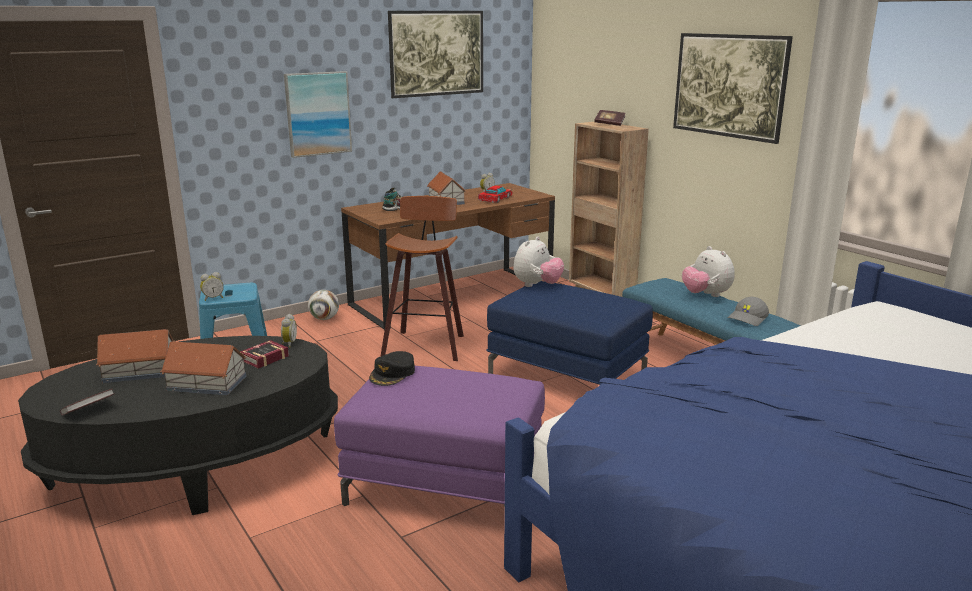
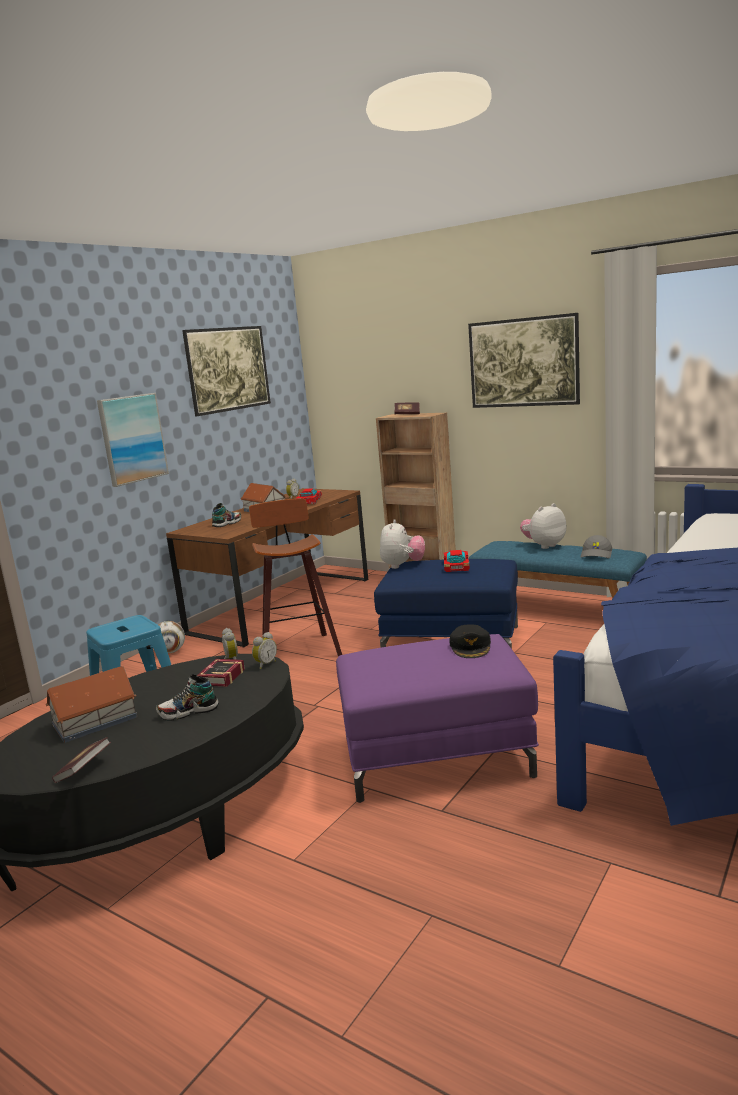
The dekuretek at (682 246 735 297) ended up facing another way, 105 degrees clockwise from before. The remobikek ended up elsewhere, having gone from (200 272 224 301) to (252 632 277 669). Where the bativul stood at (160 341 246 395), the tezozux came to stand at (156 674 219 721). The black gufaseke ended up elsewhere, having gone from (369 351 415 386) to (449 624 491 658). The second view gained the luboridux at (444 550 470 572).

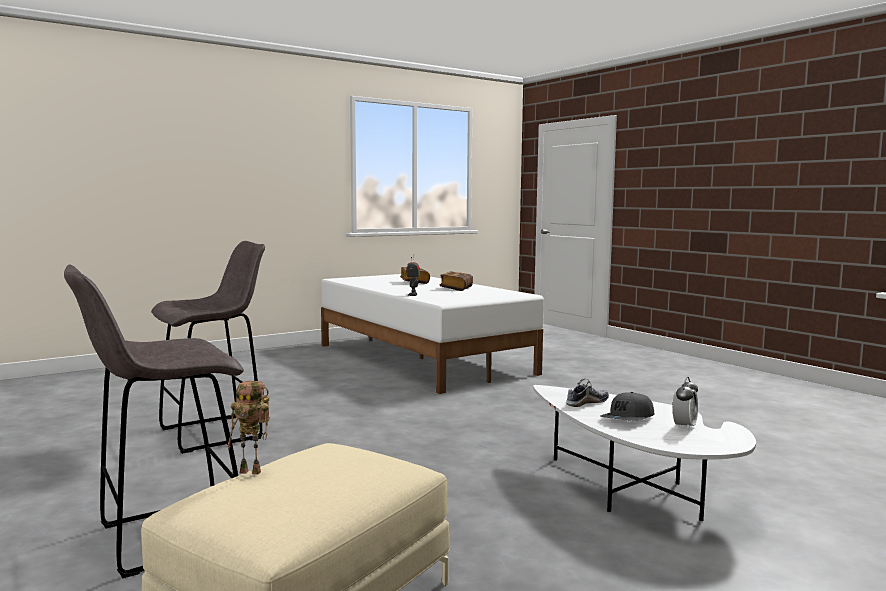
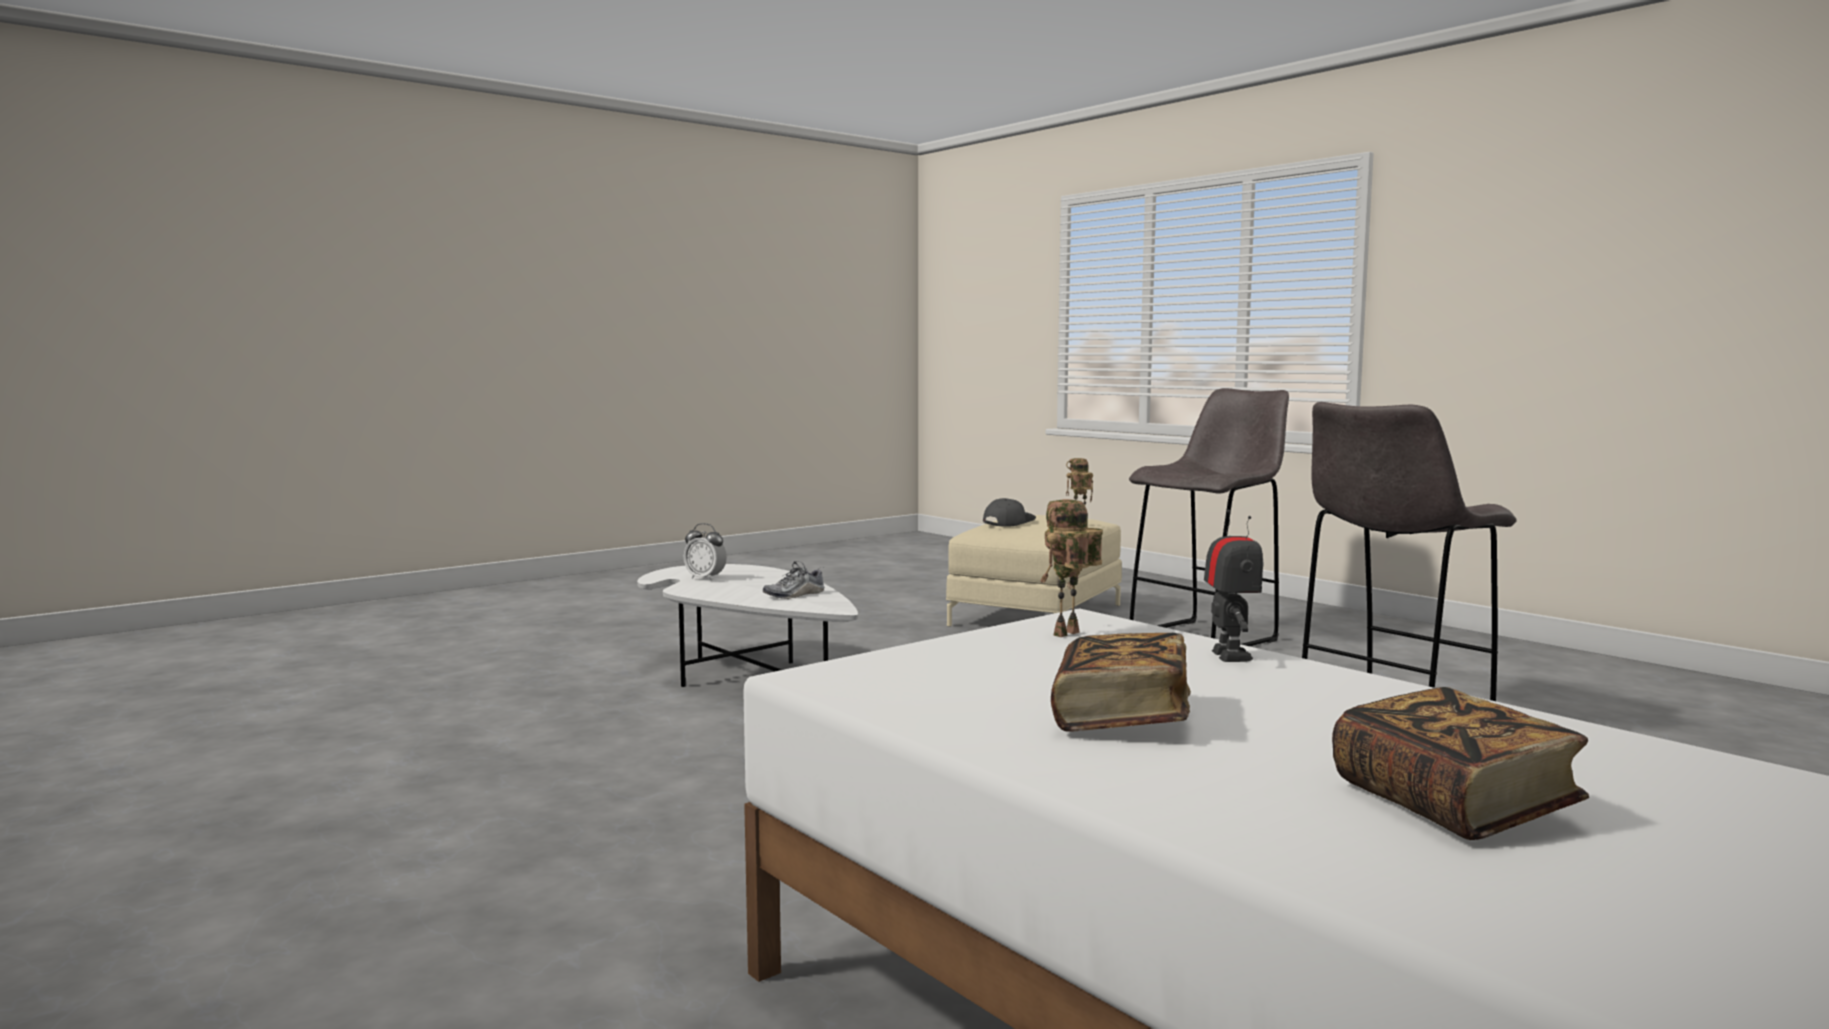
The remobikek at (673 377 698 431) ended up facing another way, 90 degrees counterclockwise from before. The grey gufaseke ended up elsewhere, having gone from (600 392 654 420) to (983 498 1036 527). The second view gained the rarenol at (1041 499 1103 637).

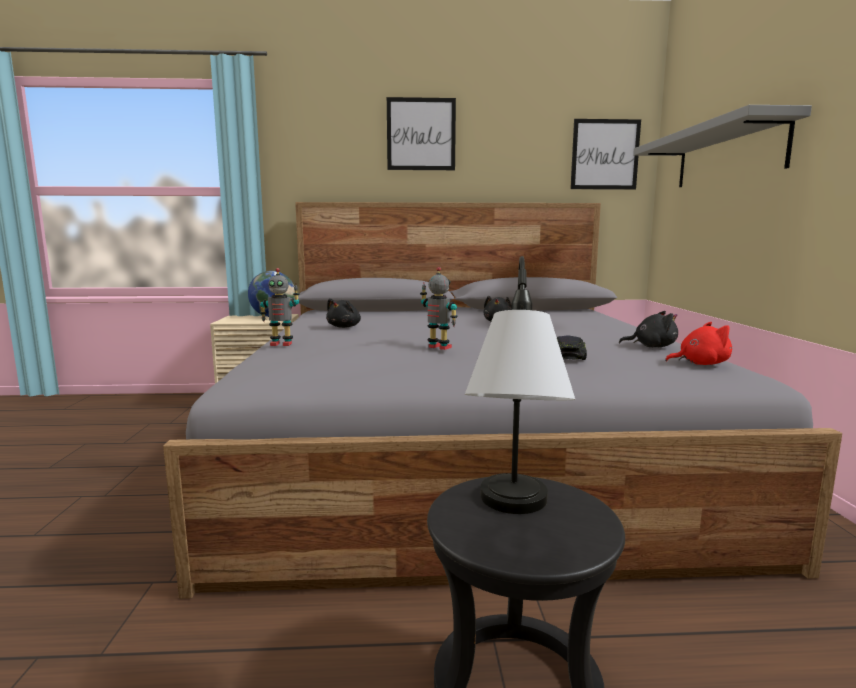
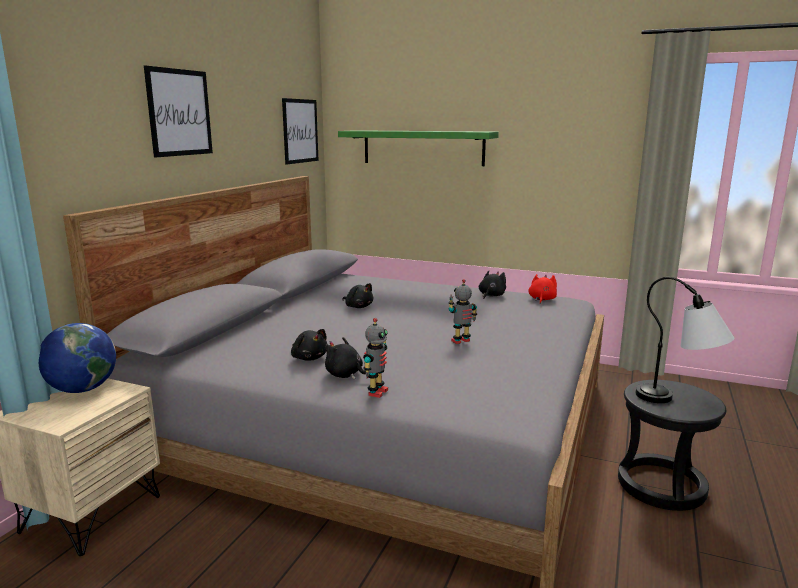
What was the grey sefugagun at (633 105 812 187) turned into the green sefugagun at (338 130 499 166). The second view lost the black luboridux at (557 336 587 360). The second view gained the black dekuretek at (325 337 366 379).

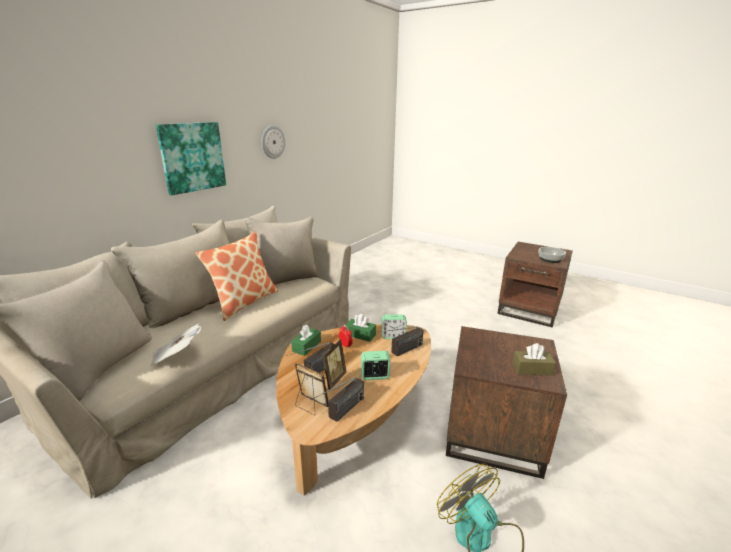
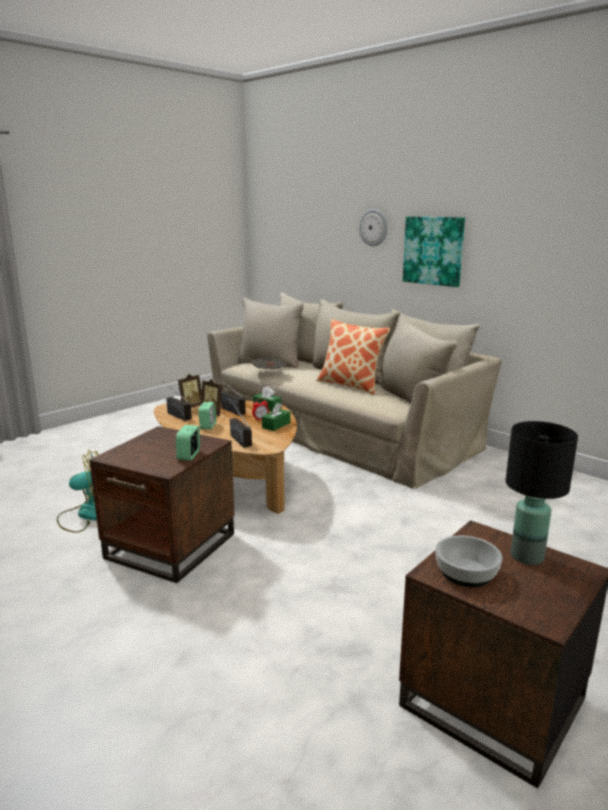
The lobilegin ended up elsewhere, having gone from (262 125 286 159) to (359 209 388 246). The remobikek ended up elsewhere, having gone from (382 314 407 339) to (176 425 200 461). The second view lost the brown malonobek at (512 343 556 376). The second view gained the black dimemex at (506 421 578 565).

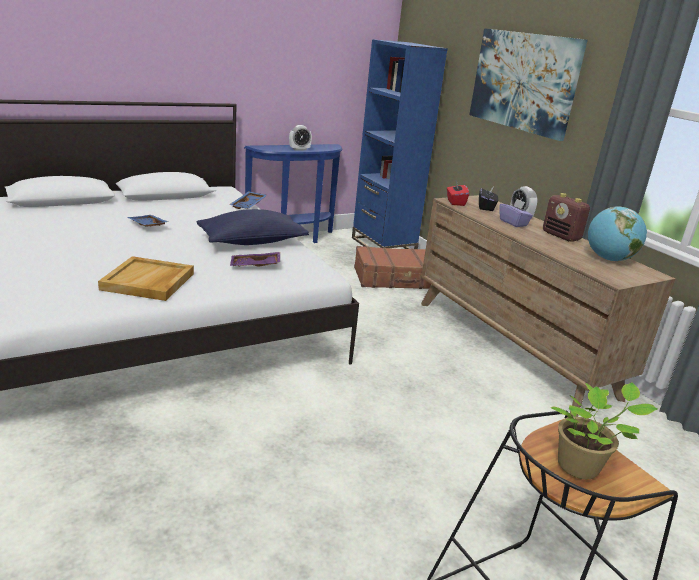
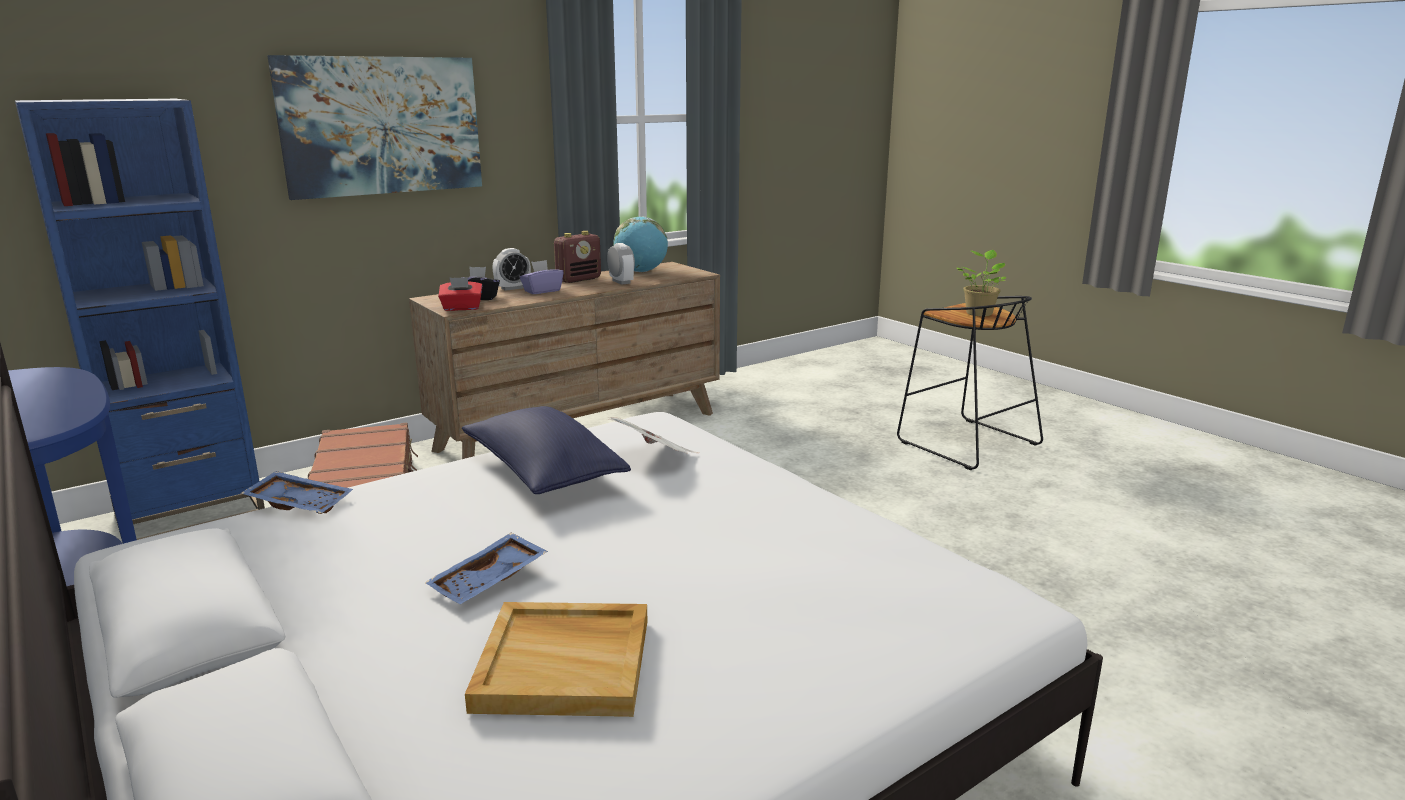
The remobikek ended up elsewhere, having gone from (289 125 312 151) to (607 243 635 285). Where the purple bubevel stood at (230 252 280 267), the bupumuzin came to stand at (607 417 699 453). The beige bubevel ended up elsewhere, having gone from (98 256 194 301) to (465 602 648 717).

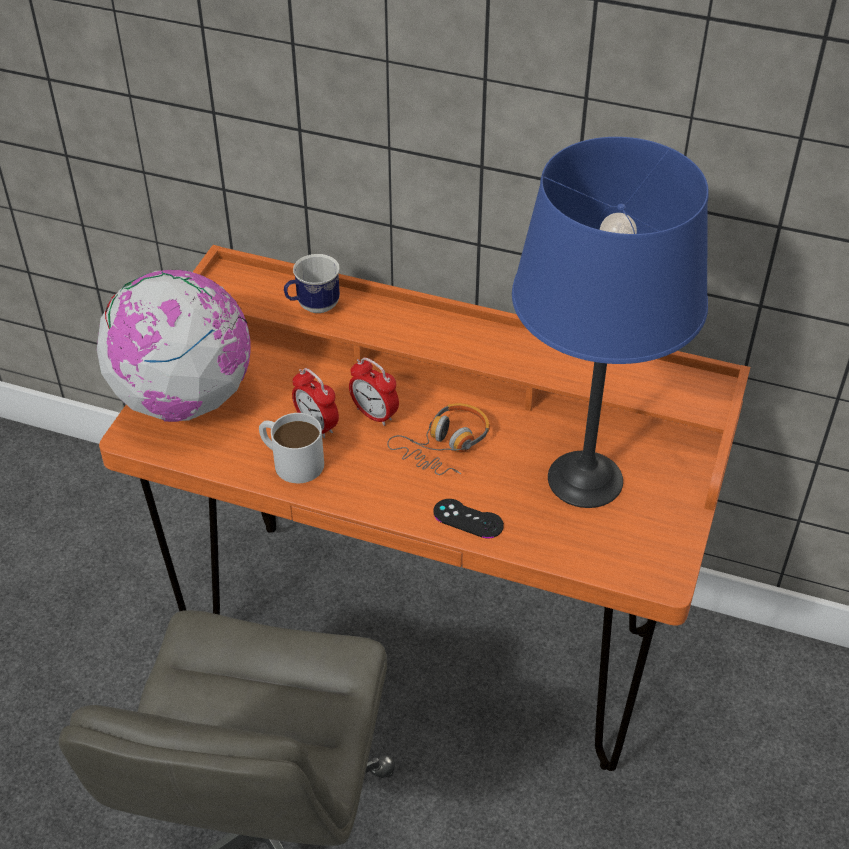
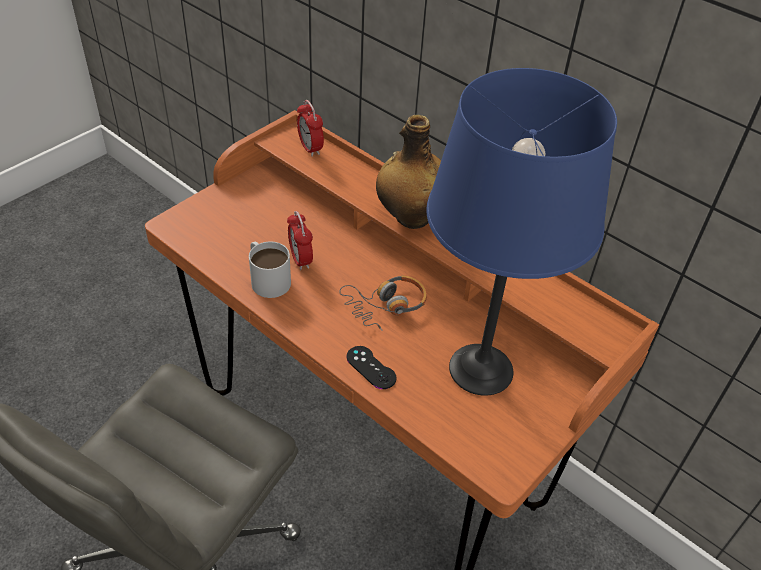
The second view lost the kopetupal at (284 254 340 313). The second view lost the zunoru at (97 269 251 422). The remobikek ended up elsewhere, having gone from (349 357 399 426) to (297 100 324 157). The second view gained the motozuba at (376 115 441 229).

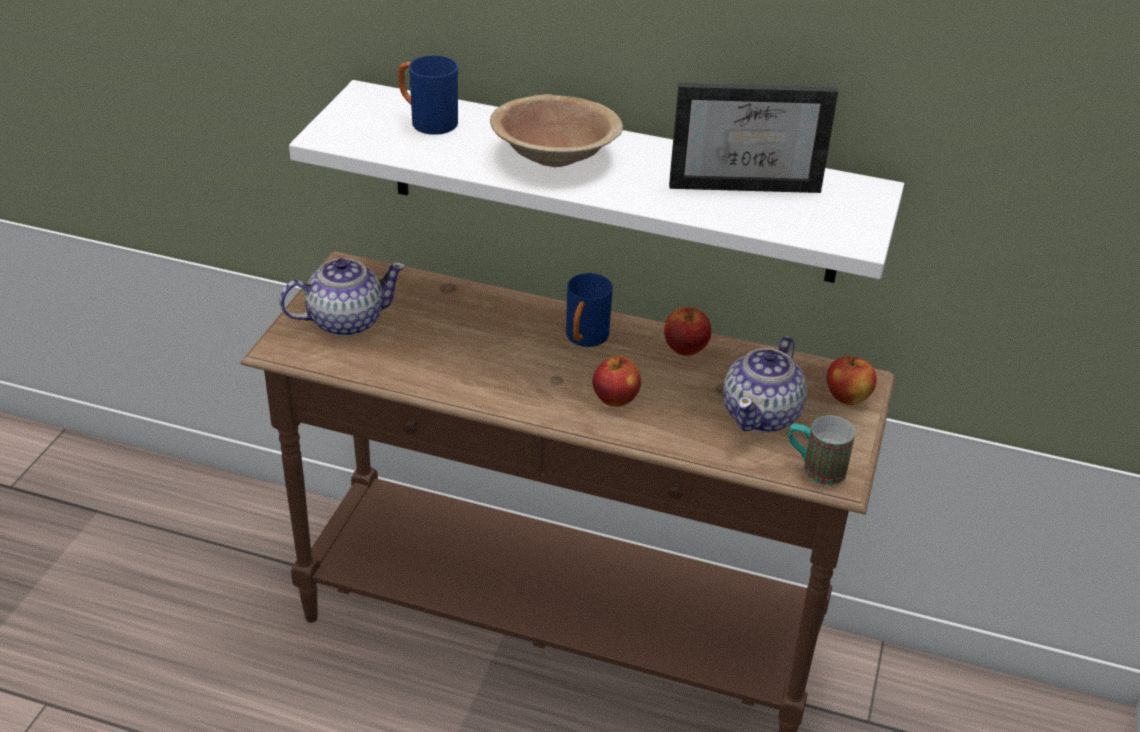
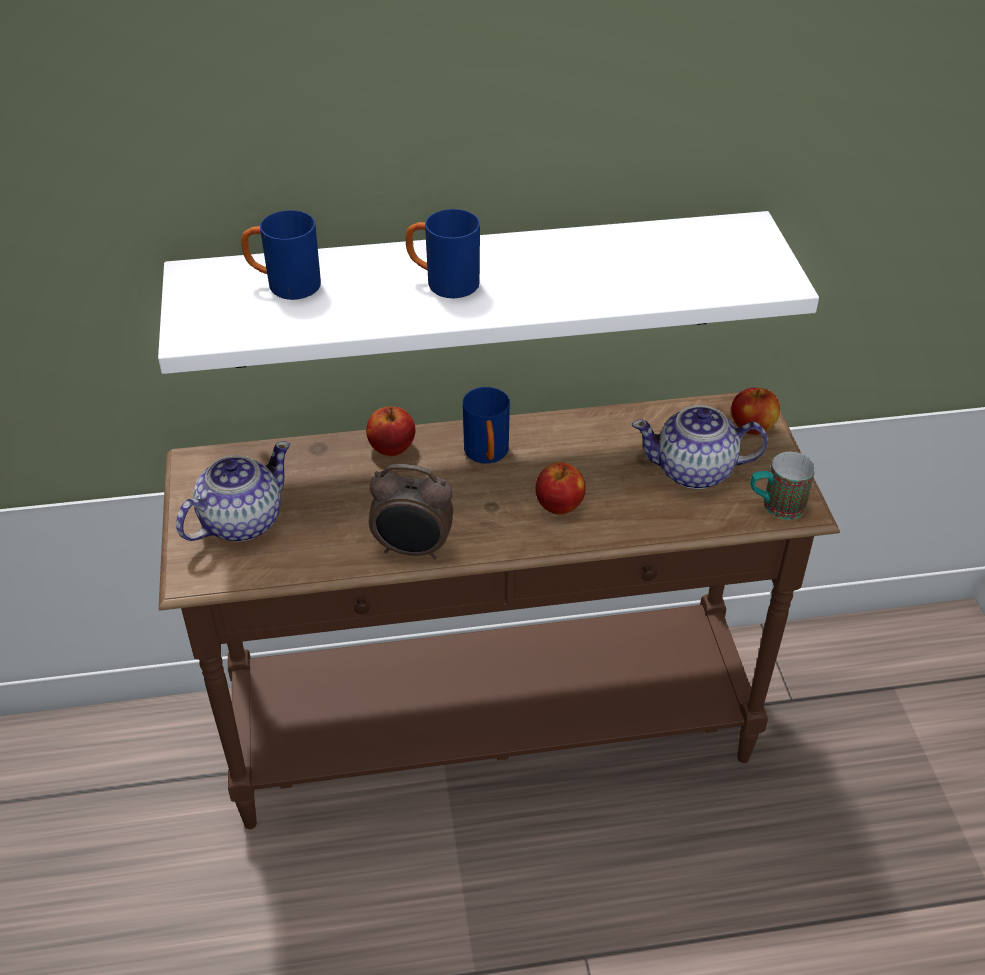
The second view lost the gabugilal at (669 83 838 193). Where the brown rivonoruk stood at (490 94 623 167), the blue kopetupal came to stand at (405 209 480 298). The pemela ended up elsewhere, having gone from (664 307 711 356) to (366 406 415 456). The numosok at (723 336 807 433) ended up facing another way, 90 degrees clockwise from before. The second view gained the remobikek at (369 464 453 559).

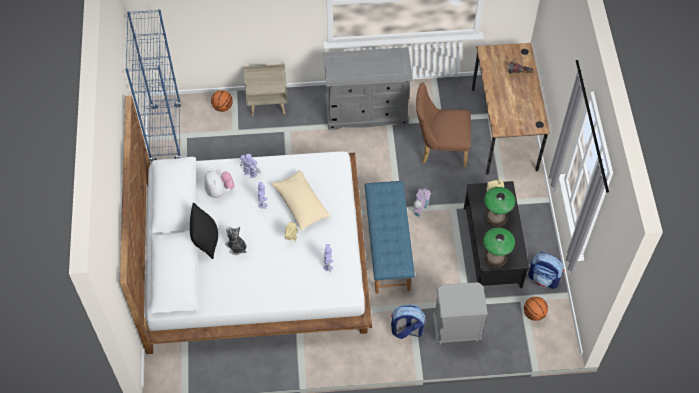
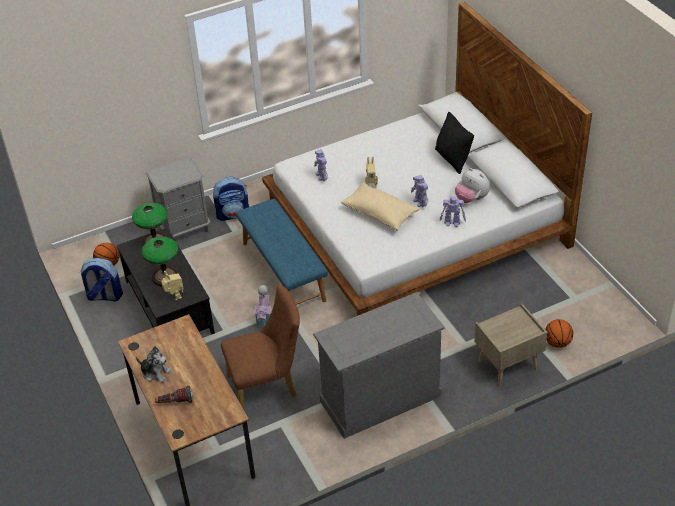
The second view lost the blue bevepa at (125 9 182 162). The dekuretek ended up elsewhere, having gone from (225 226 247 255) to (136 346 172 383).

